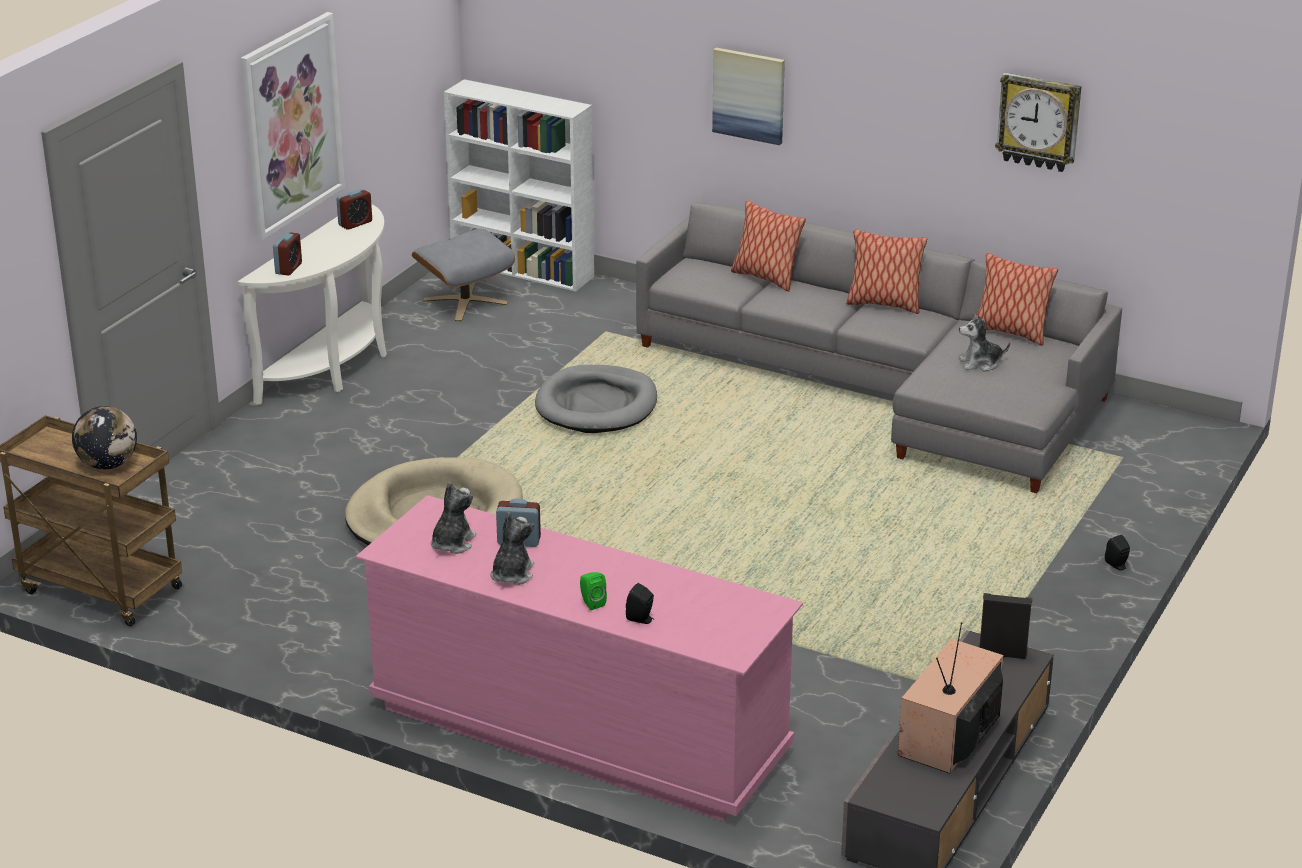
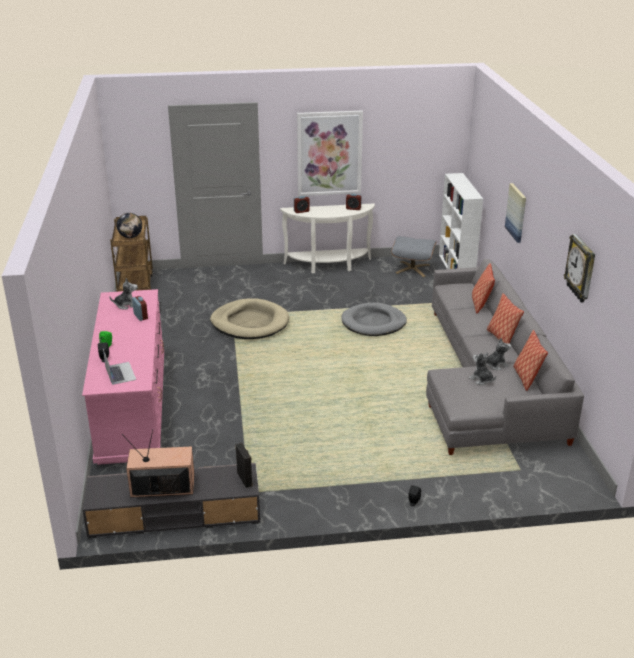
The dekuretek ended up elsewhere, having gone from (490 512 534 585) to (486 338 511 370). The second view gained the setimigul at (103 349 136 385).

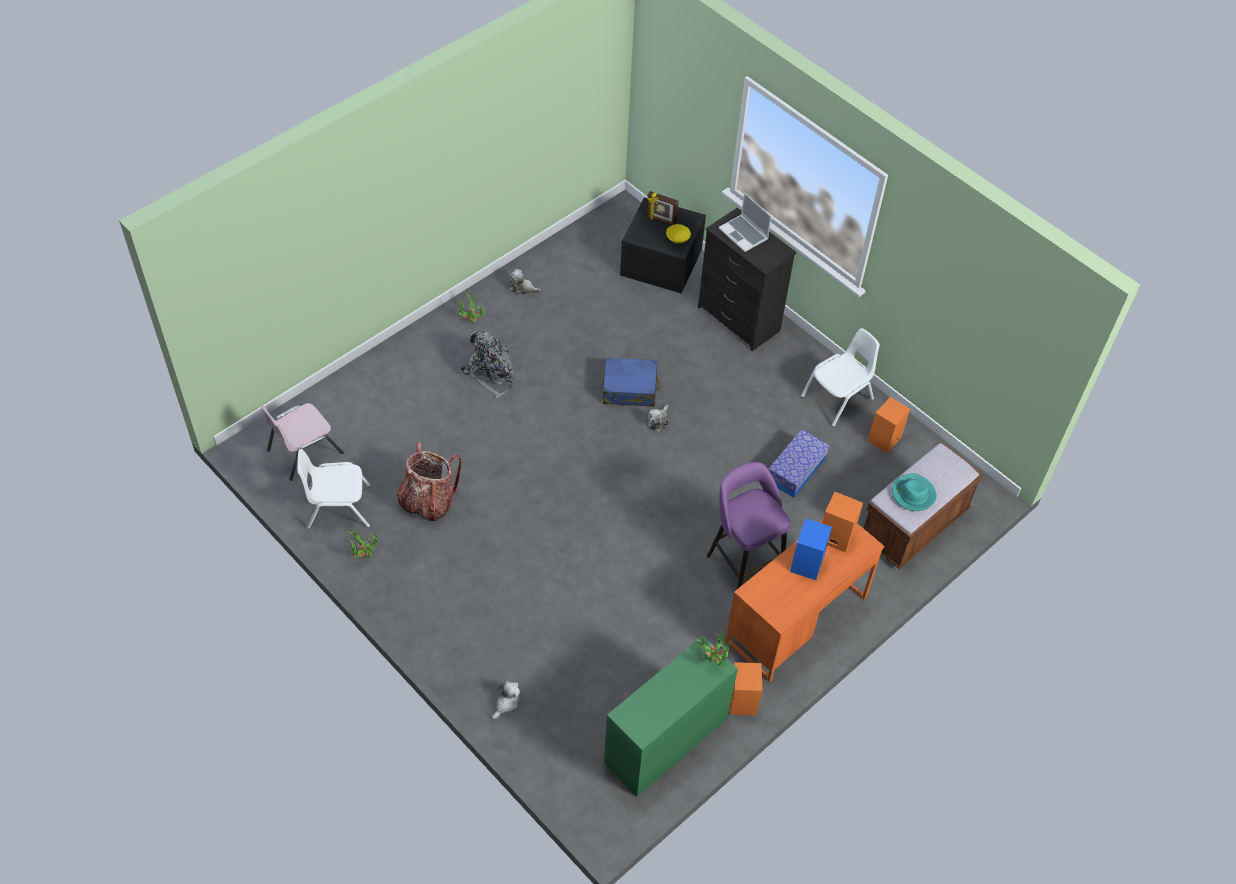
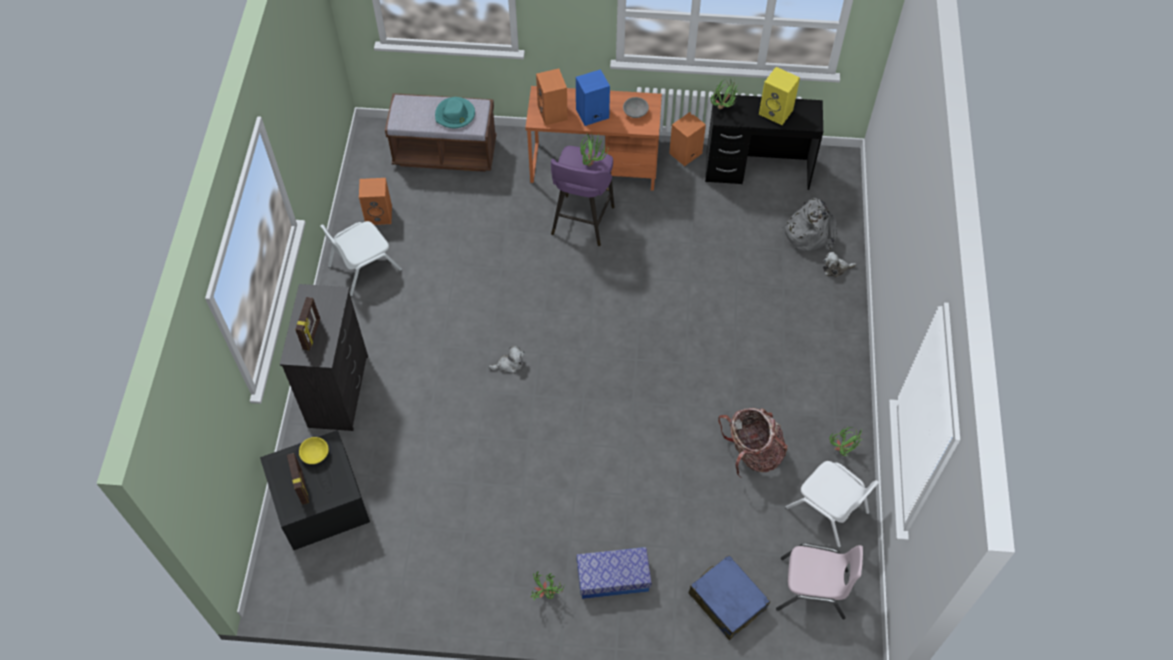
Where the setimigul stood at (718 193 772 252), the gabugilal came to stand at (295 297 320 351). The second view lost the dekuretek at (509 269 541 295). The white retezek at (801 328 880 427) ended up facing another way, 45 degrees counterclockwise from before. The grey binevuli ended up elsewhere, having gone from (460 331 514 398) to (781 198 836 252). The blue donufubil ended up elsewhere, having gone from (603 358 660 407) to (689 555 770 640). The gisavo ended up elsewhere, having gone from (768 429 830 498) to (576 547 652 599). What was the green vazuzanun at (604 636 738 797) turned into the black vazuzanun at (705 94 823 190). The second view gained the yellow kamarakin at (759 67 800 125). The second view gained the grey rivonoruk at (623 97 649 118). The second view gained the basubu at (580 131 609 166).

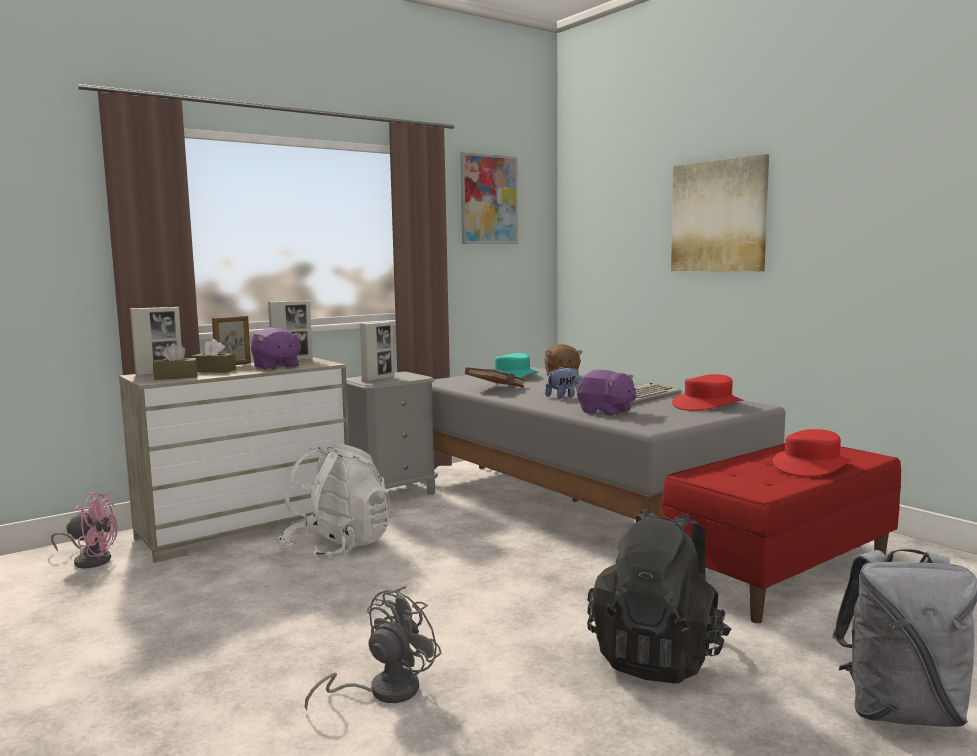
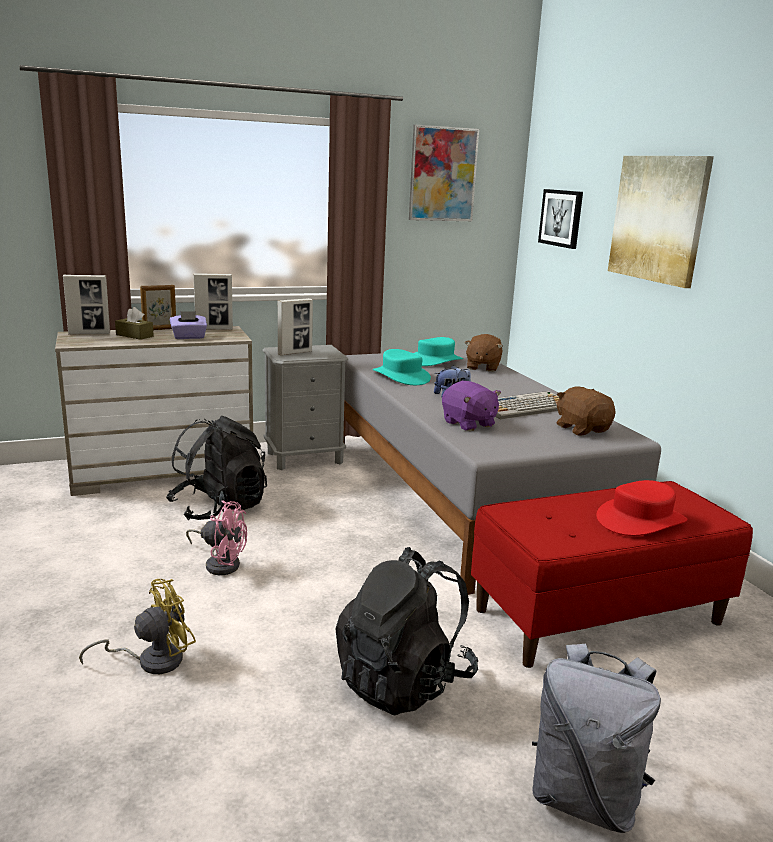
Where the purple dekuretek stood at (251 327 302 370), the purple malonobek came to stand at (170 311 207 339). The second view lost the brown malonobek at (153 344 198 380). Where the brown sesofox stood at (465 367 526 387), the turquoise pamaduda came to stand at (373 349 431 385). Where the red pamaduda stood at (672 374 743 411), the brown dekuretek came to stand at (557 386 616 436). What was the white binevuli at (279 443 390 561) turned into the black binevuli at (166 416 267 520). The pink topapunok ended up elsewhere, having gone from (51 492 118 569) to (186 501 247 575). What was the grey topapunok at (305 586 442 710) turned into the yellow topapunok at (79 579 196 674). The second view gained the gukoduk at (538 189 583 249).

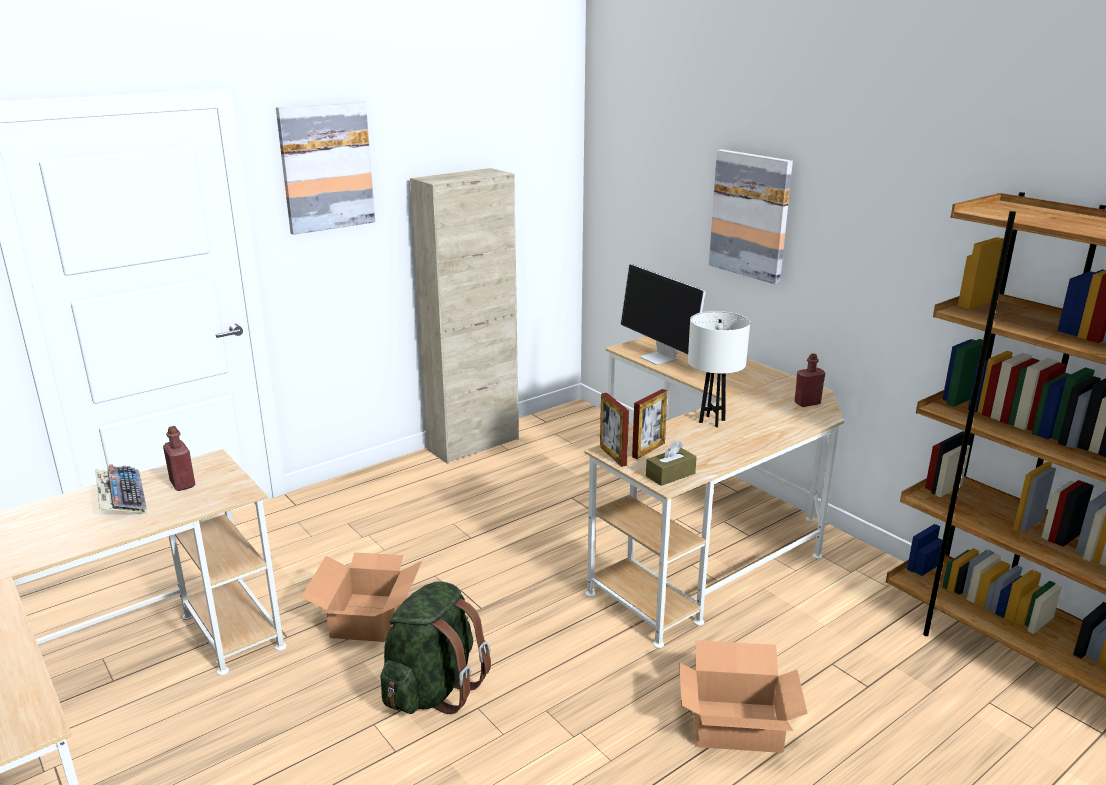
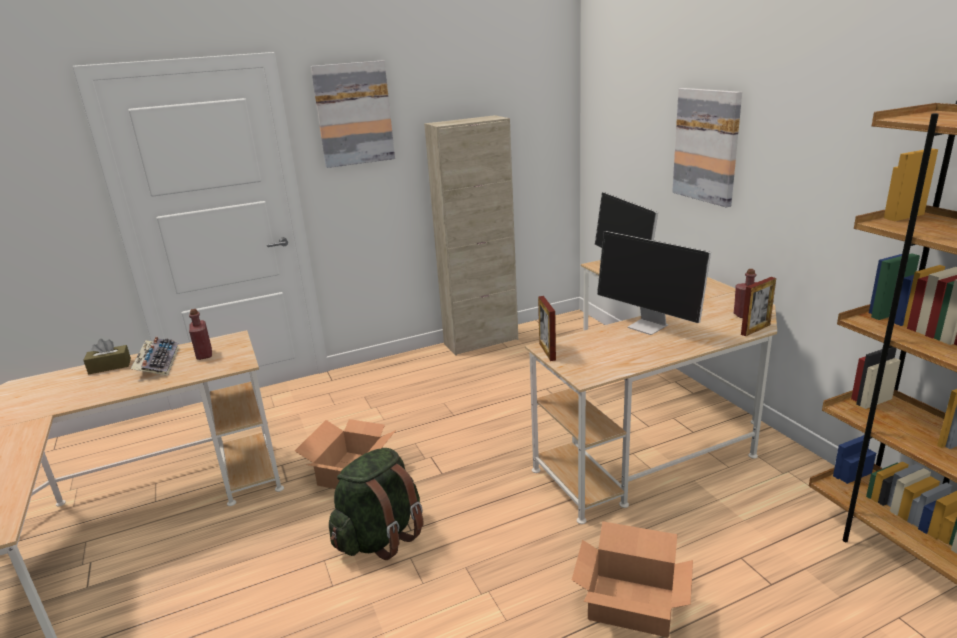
Where the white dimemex stood at (688 311 750 427), the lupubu came to stand at (597 231 711 335). The gabugilal ended up elsewhere, having gone from (632 389 668 459) to (741 277 776 336). The brown malonobek ended up elsewhere, having gone from (646 441 697 486) to (83 339 131 374).

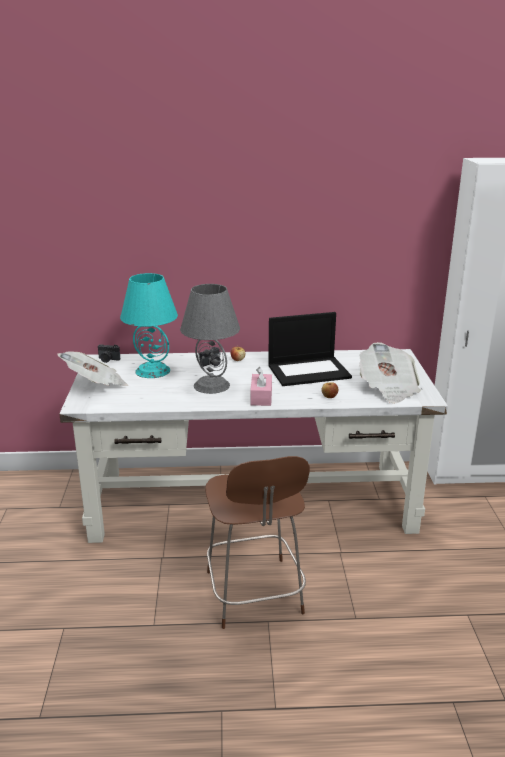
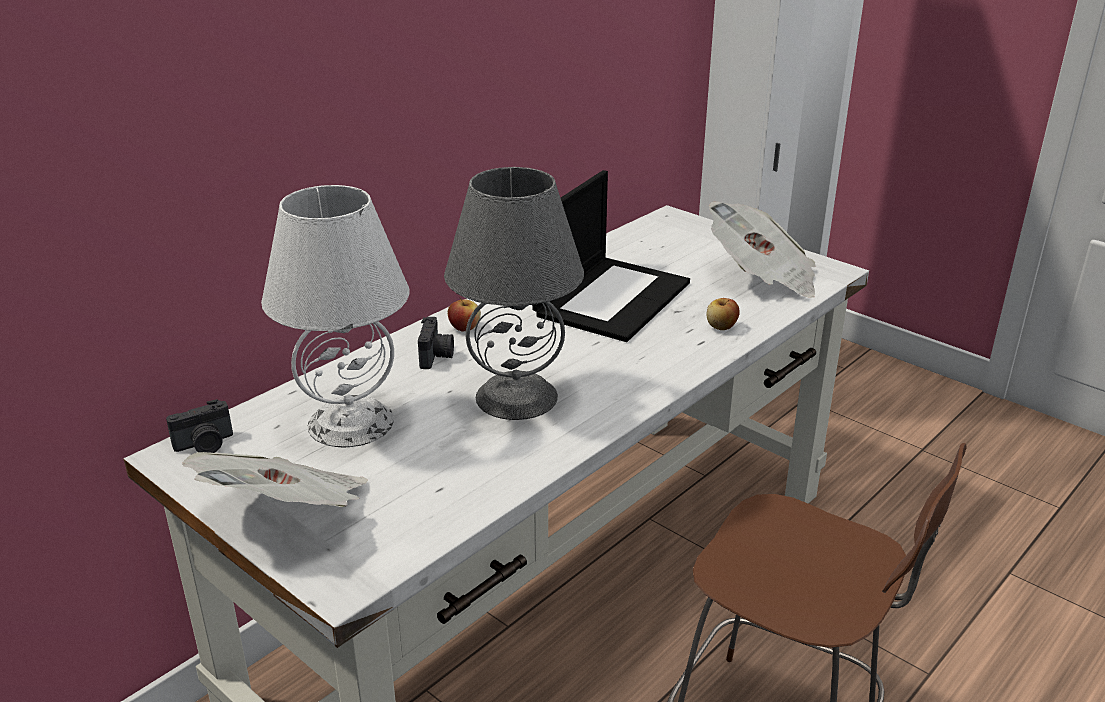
What was the turquoise dimemex at (120 273 178 378) turned into the white dimemex at (261 185 410 447). The second view lost the pink malonobek at (250 367 272 406).

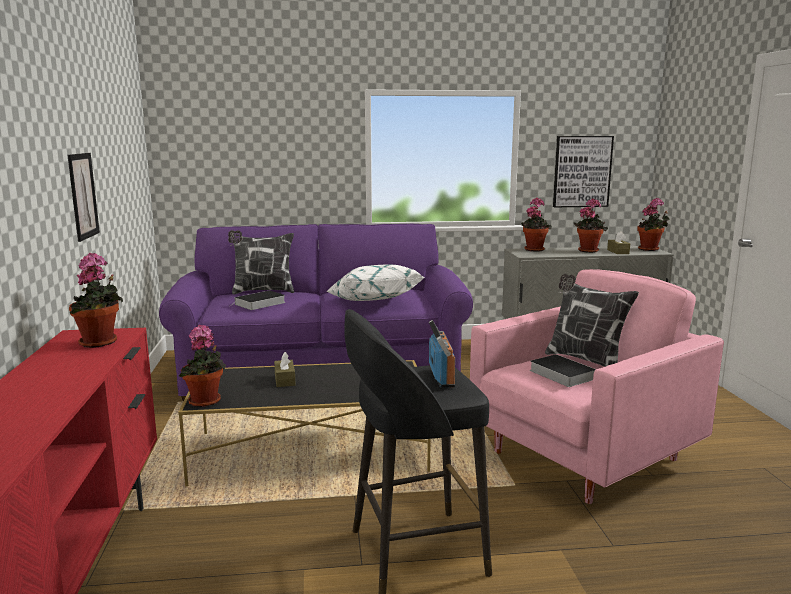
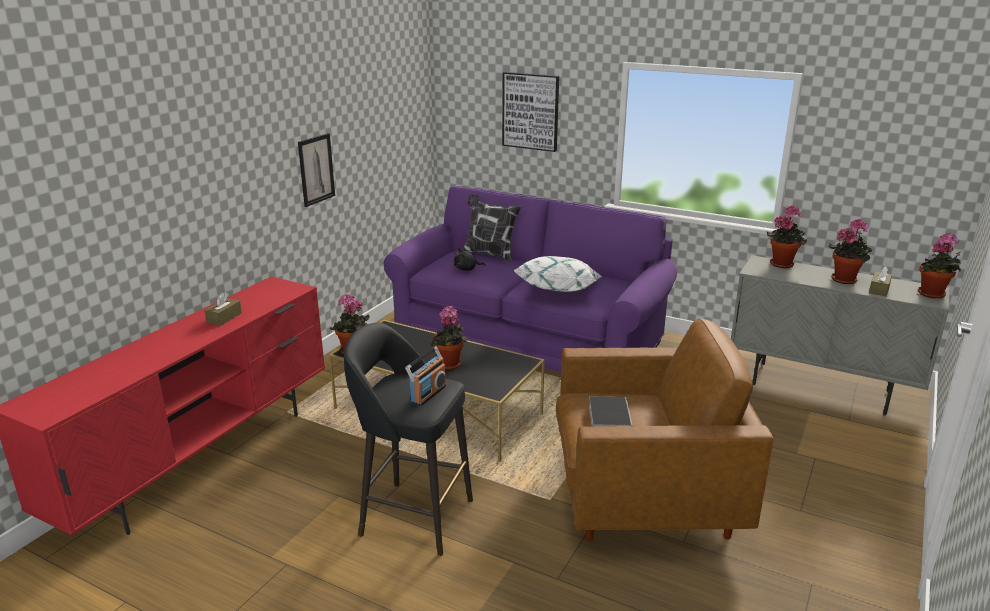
The gukoduk ended up elsewhere, having gone from (553 136 614 207) to (502 72 559 152). The basubu ended up elsewhere, having gone from (69 253 123 348) to (430 306 467 370). What was the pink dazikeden at (470 269 724 504) turned into the brown dazikeden at (556 319 774 541). The second view lost the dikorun at (545 274 639 367). Where the sesofox stood at (232 290 286 310), the black dekuretek came to stand at (454 248 486 271). The brown malonobek ended up elsewhere, having gone from (274 352 296 387) to (205 293 242 326).

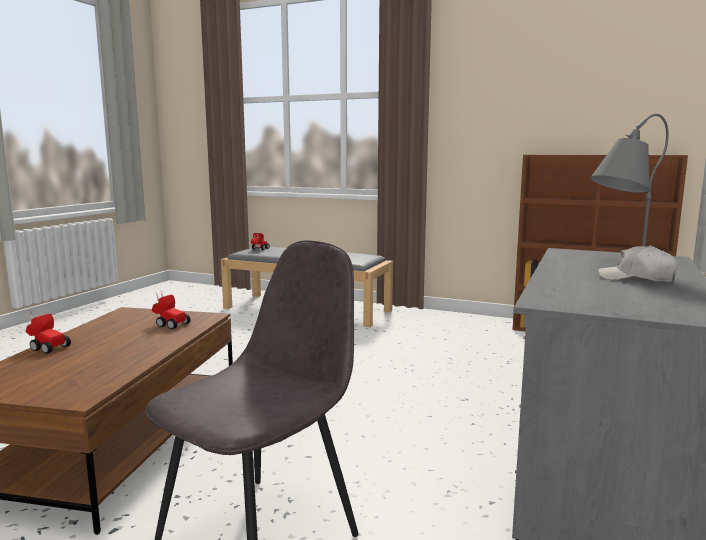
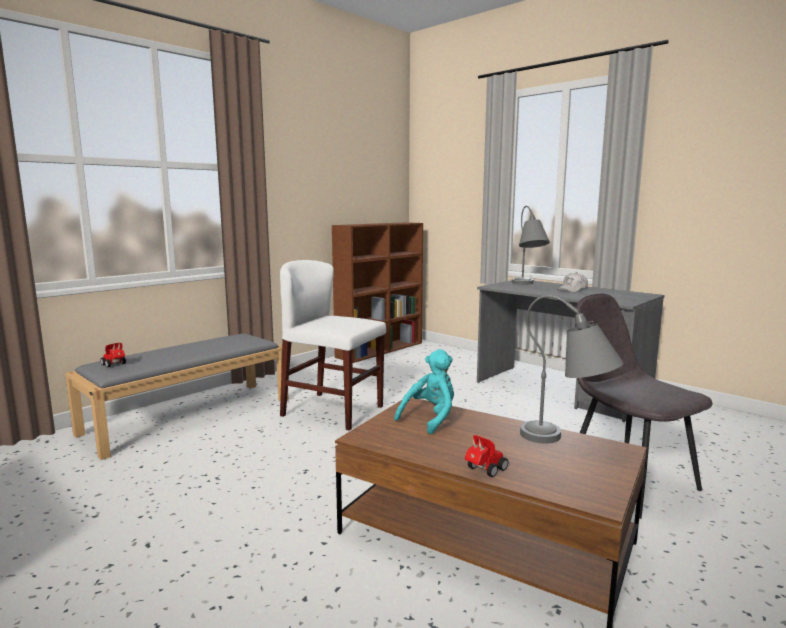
Where the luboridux stood at (152 292 191 329), the turquoise dekuretek came to stand at (394 349 454 434). The second view gained the white retezek at (280 260 386 431). The second view gained the grey dimemex at (520 295 624 444).

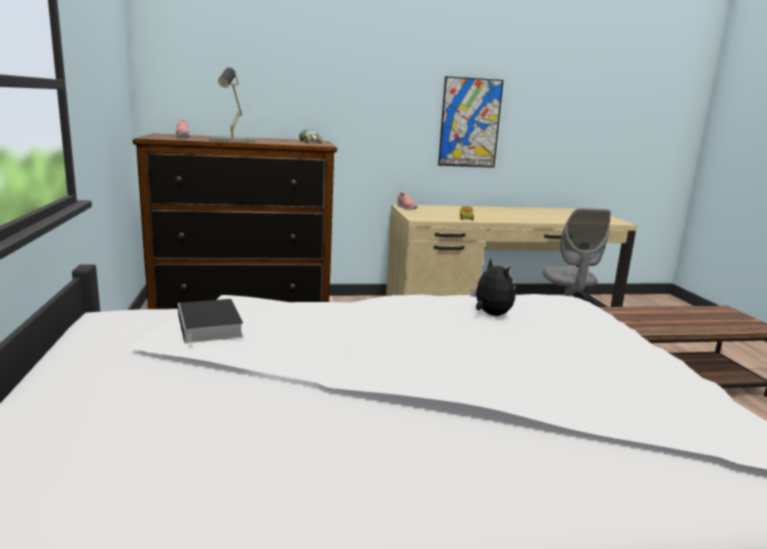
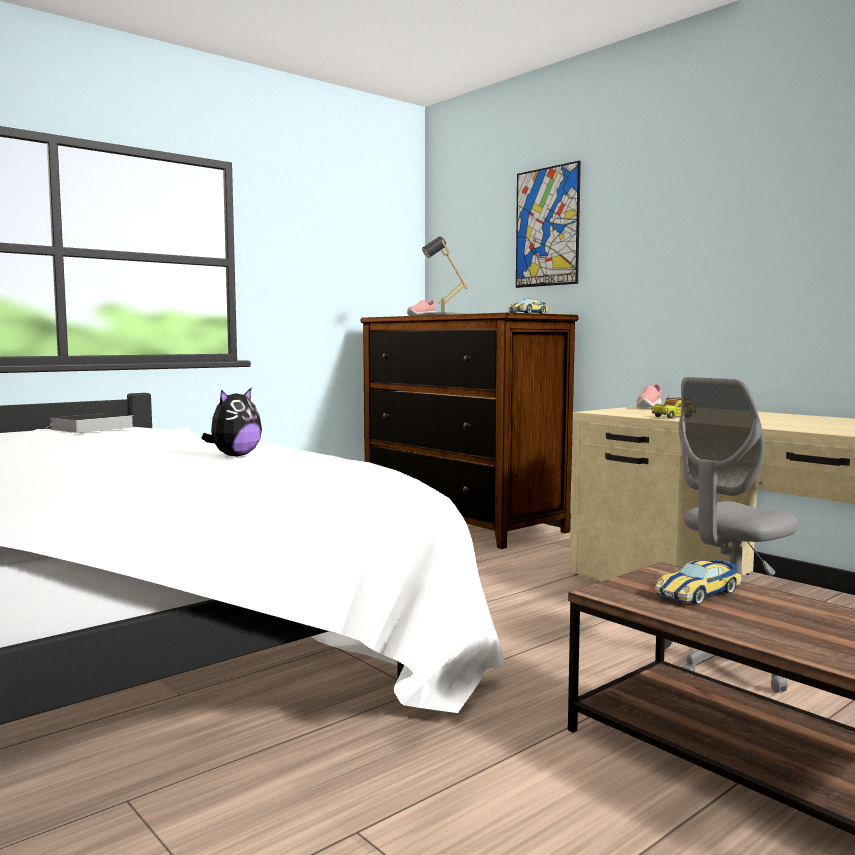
The gukoduk ended up elsewhere, having gone from (438 76 504 168) to (516 161 581 288). The second view gained the luboridux at (655 560 742 605).

